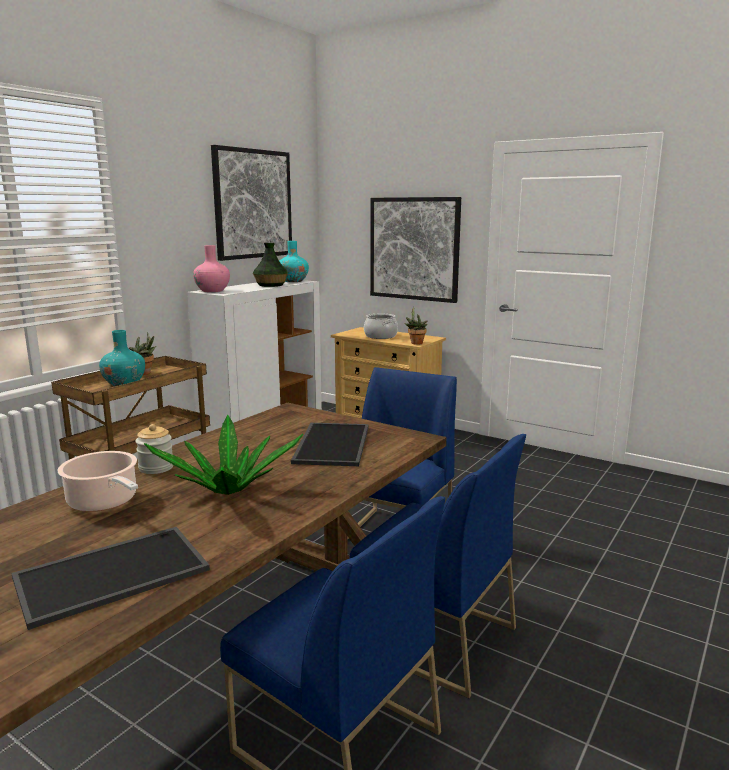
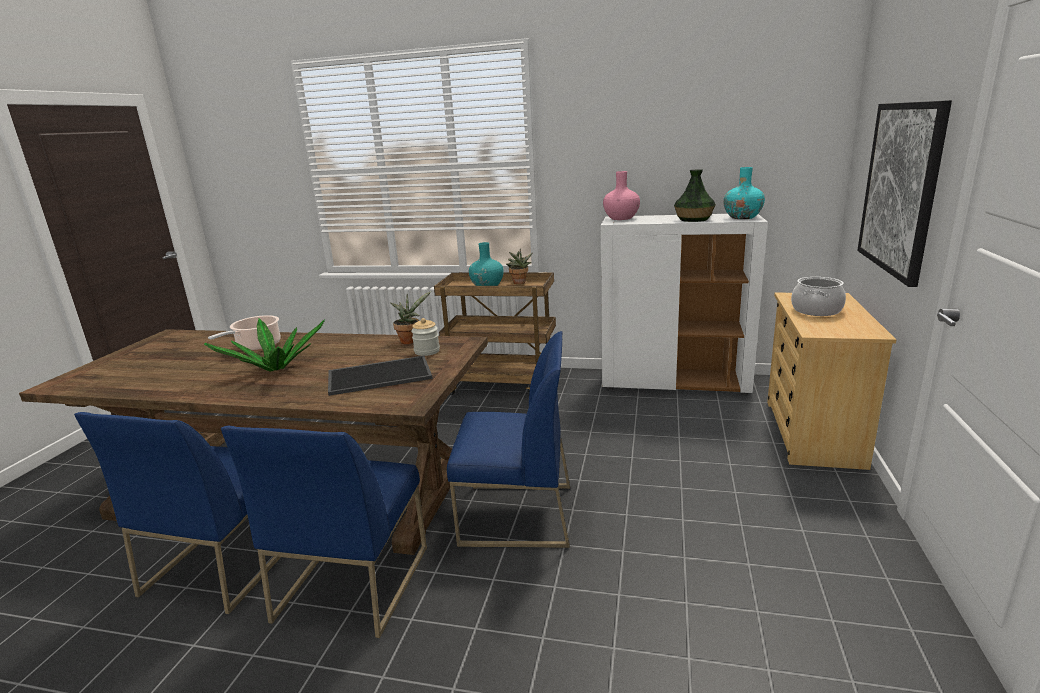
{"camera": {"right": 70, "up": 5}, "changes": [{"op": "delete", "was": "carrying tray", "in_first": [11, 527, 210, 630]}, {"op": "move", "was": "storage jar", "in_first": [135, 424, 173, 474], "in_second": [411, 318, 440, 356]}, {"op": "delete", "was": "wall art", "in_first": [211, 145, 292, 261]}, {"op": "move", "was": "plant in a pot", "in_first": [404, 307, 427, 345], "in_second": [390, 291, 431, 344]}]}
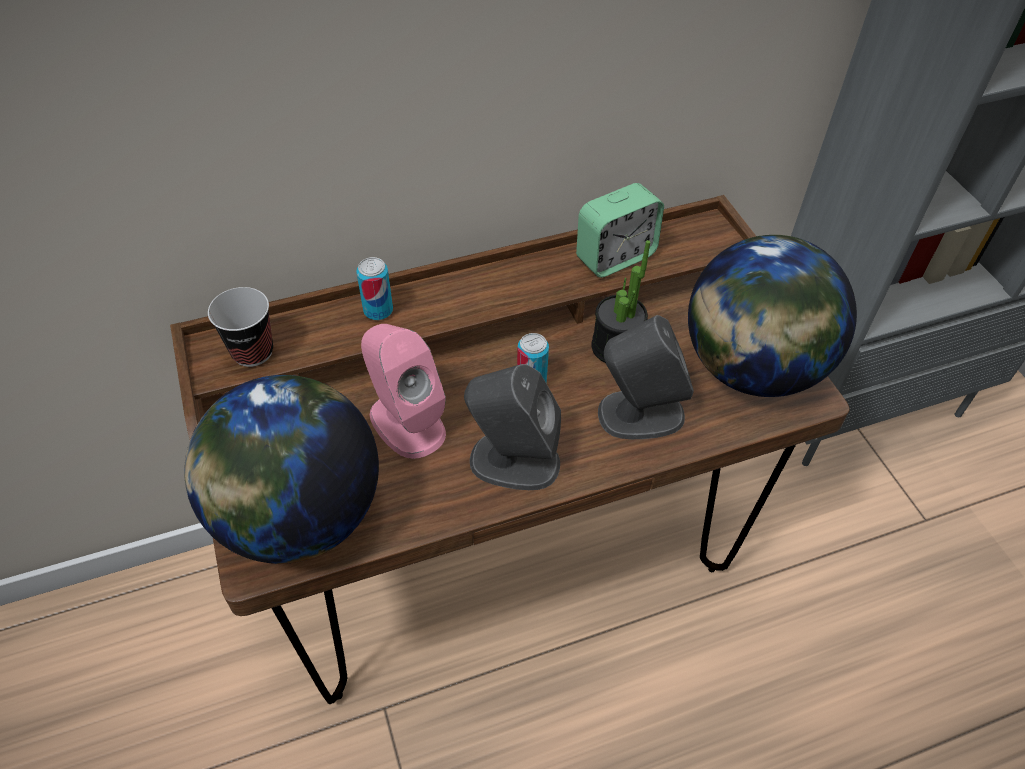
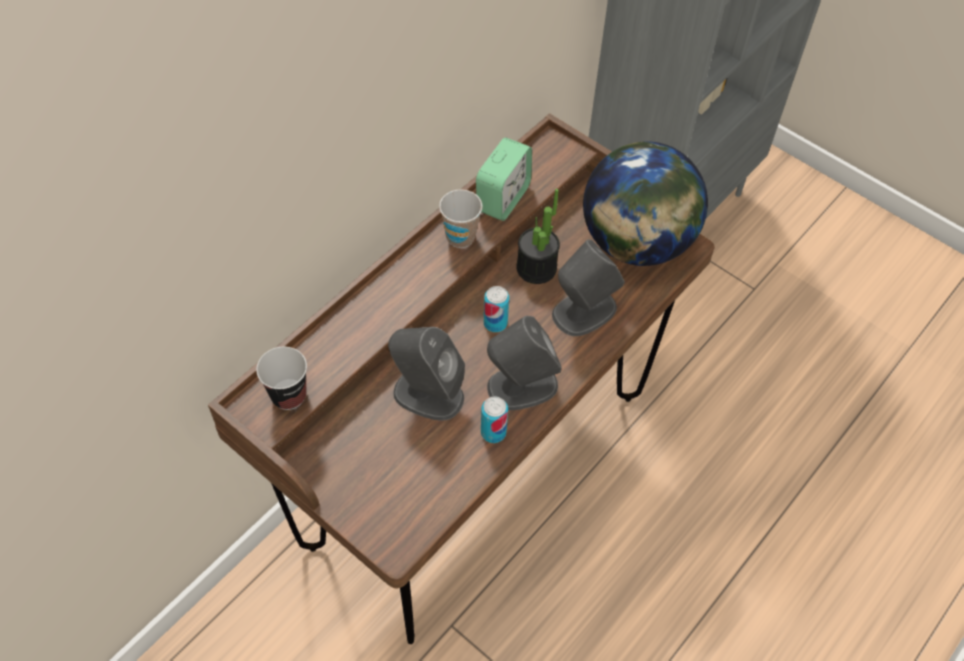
{"camera": {"right": -30, "up": 5}, "changes": [{"op": "delete", "was": "desk globe", "in_first": [184, 375, 379, 564]}, {"op": "move", "was": "can", "in_first": [356, 257, 393, 320], "in_second": [481, 396, 508, 443]}, {"op": "recolor", "was": "audio speaker (pinkish)", "now": "audio speaker (gray)", "in_first": [361, 324, 446, 459], "in_second": [388, 327, 465, 421]}, {"op": "insert", "now": "drinking cup", "in_second": [439, 189, 482, 248]}]}
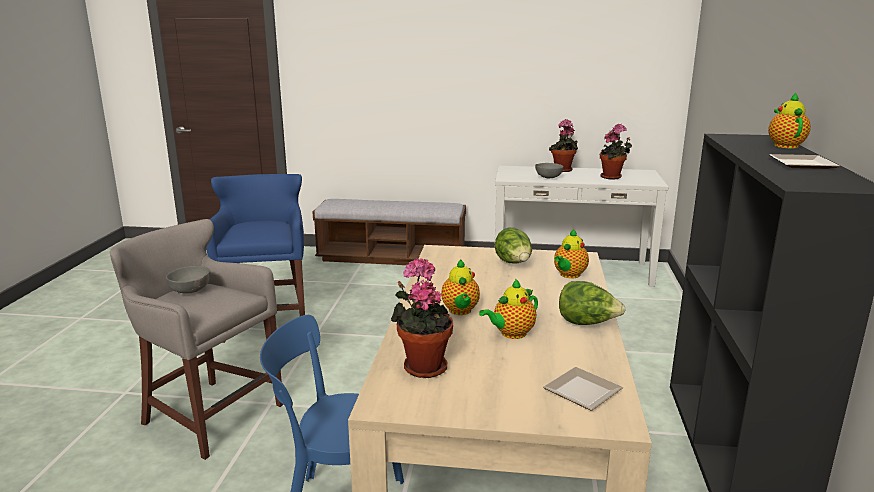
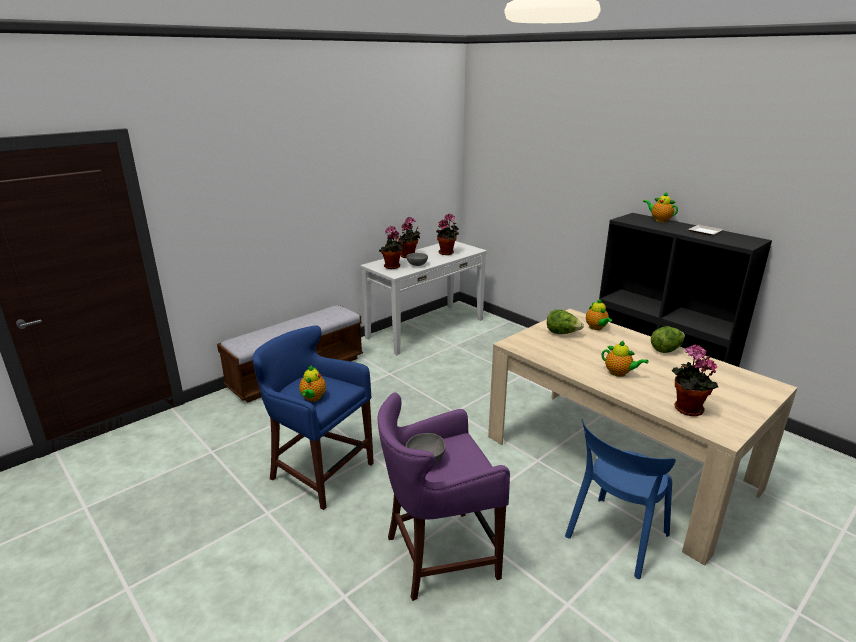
{"camera": {"right": -50, "up": 5}, "changes": [{"op": "recolor", "was": "stool seat (gray)", "now": "stool seat (purplish)", "in_first": [110, 219, 283, 460], "in_second": [378, 392, 510, 601]}, {"op": "move", "was": "pot for tea", "in_first": [479, 279, 538, 339], "in_second": [299, 365, 326, 402]}, {"op": "delete", "was": "plate", "in_first": [543, 367, 623, 411]}, {"op": "insert", "now": "plant in a pot", "in_second": [379, 226, 403, 269]}]}
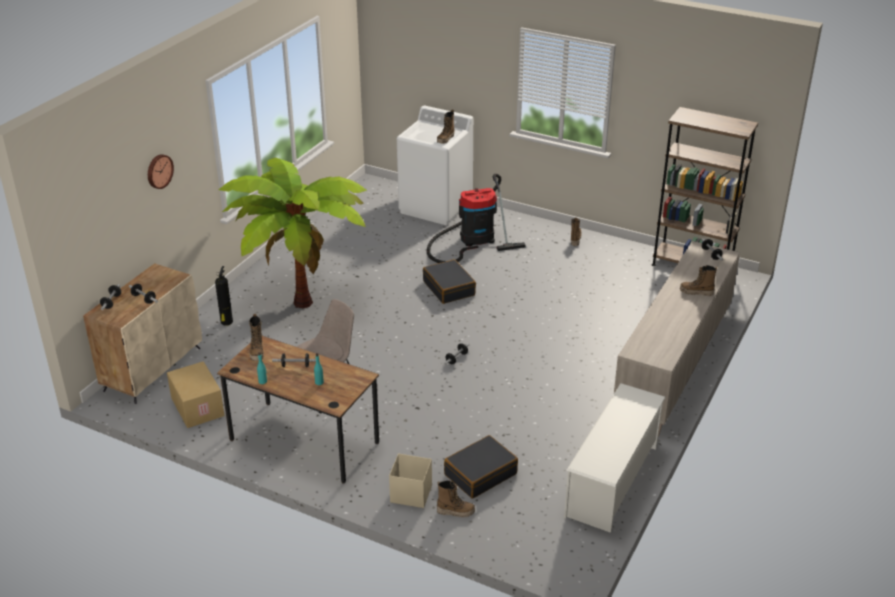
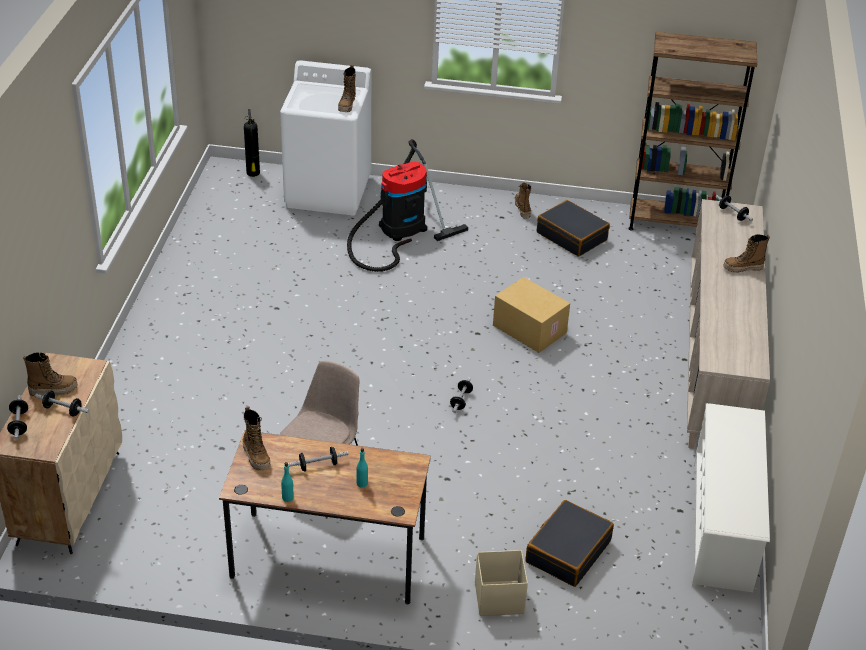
{"camera": {"right": -20, "up": 5}, "changes": [{"op": "delete", "was": "hanging clock", "in_first": [148, 154, 174, 189]}, {"op": "move", "was": "cardboard box", "in_first": [167, 361, 225, 428], "in_second": [493, 277, 570, 353]}, {"op": "move", "was": "fire-fighting cylinder", "in_first": [215, 266, 233, 326], "in_second": [244, 109, 260, 177]}, {"op": "delete", "was": "plant in a pot", "in_first": [219, 157, 367, 308]}, {"op": "move", "was": "suitcase (blackish)", "in_first": [423, 259, 476, 304], "in_second": [537, 200, 610, 257]}, {"op": "move", "was": "boot", "in_first": [437, 481, 475, 517], "in_second": [23, 352, 78, 397]}]}
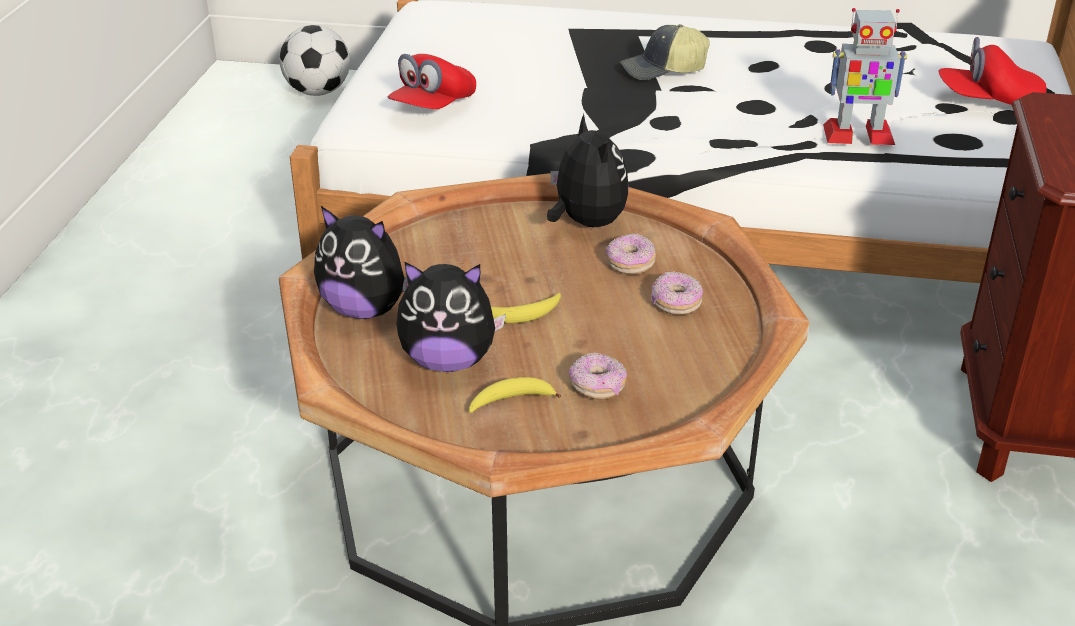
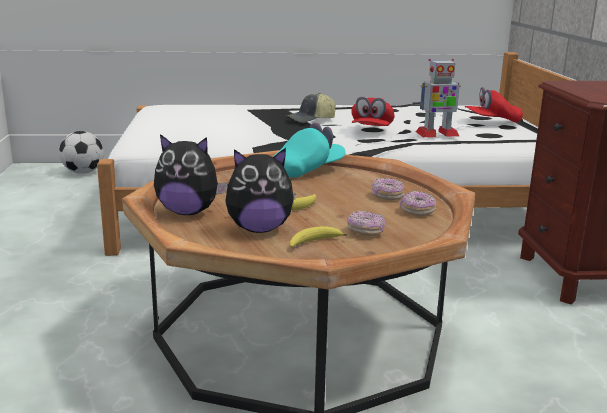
{"camera": {"right": -15, "up": -15}, "changes": [{"op": "move", "was": "cap (red)", "in_first": [388, 54, 476, 109], "in_second": [352, 97, 394, 126]}, {"op": "replace", "was": "plush toy", "now": "cap (turquoise)", "in_first": [547, 114, 629, 227], "in_second": [273, 123, 346, 178]}, {"op": "move", "was": "doughnut", "in_first": [606, 233, 656, 275], "in_second": [400, 191, 436, 216]}]}
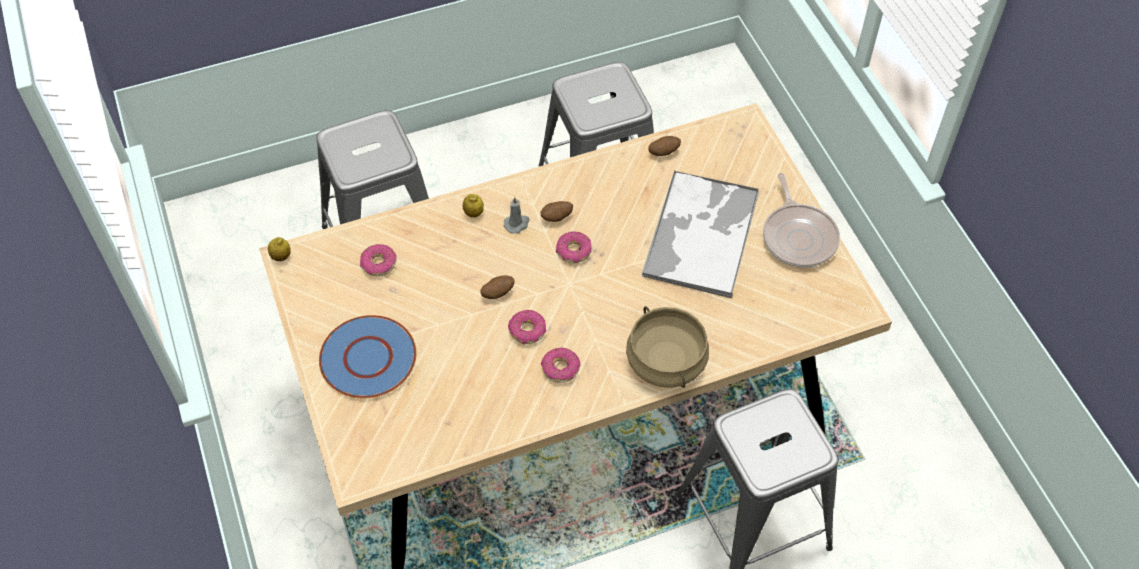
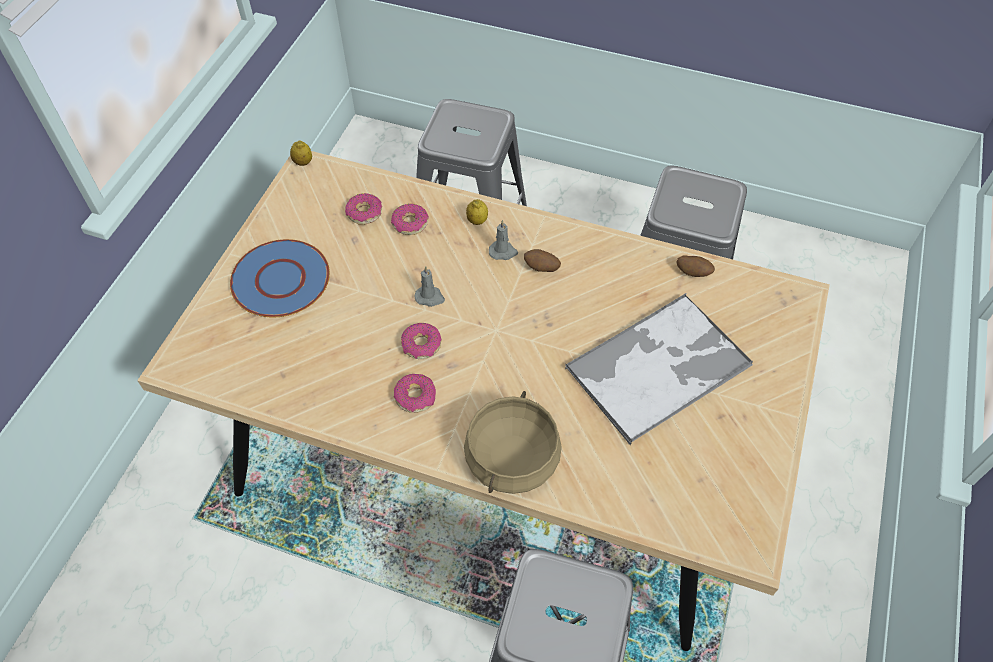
{"camera": {"right": 40, "up": 0}, "changes": [{"op": "replace", "was": "spud", "now": "wax light (gray)", "in_first": [480, 275, 515, 299], "in_second": [414, 266, 445, 307]}, {"op": "move", "was": "doughnut", "in_first": [556, 232, 592, 263], "in_second": [391, 204, 429, 235]}, {"op": "delete", "was": "pan", "in_first": [763, 173, 840, 267]}]}
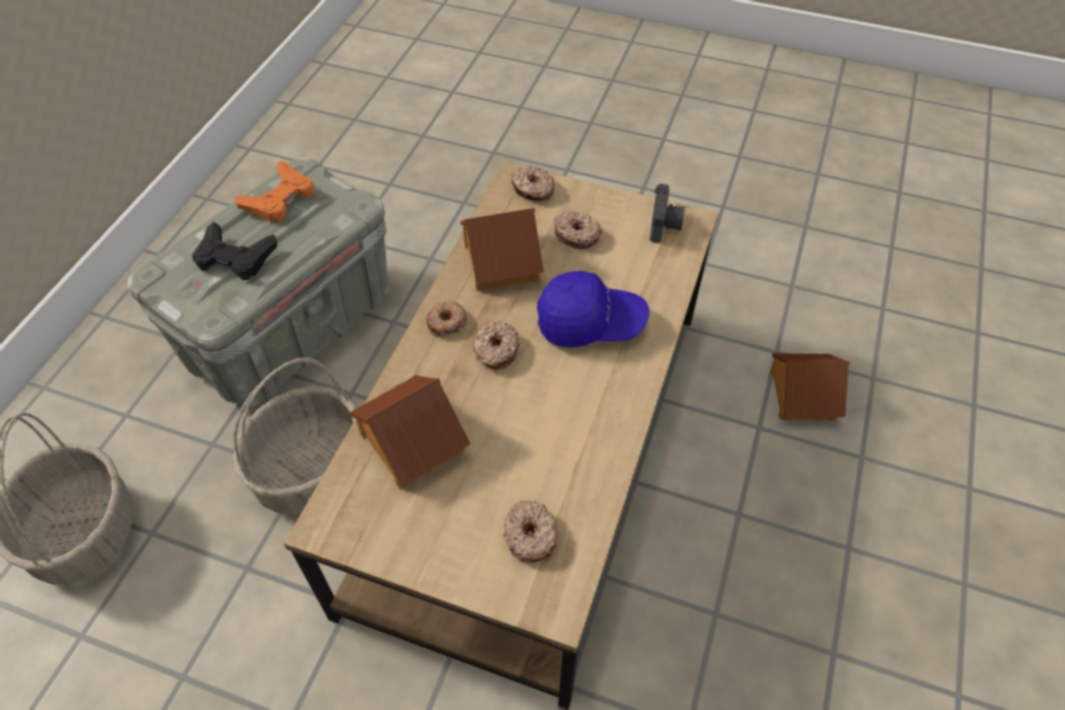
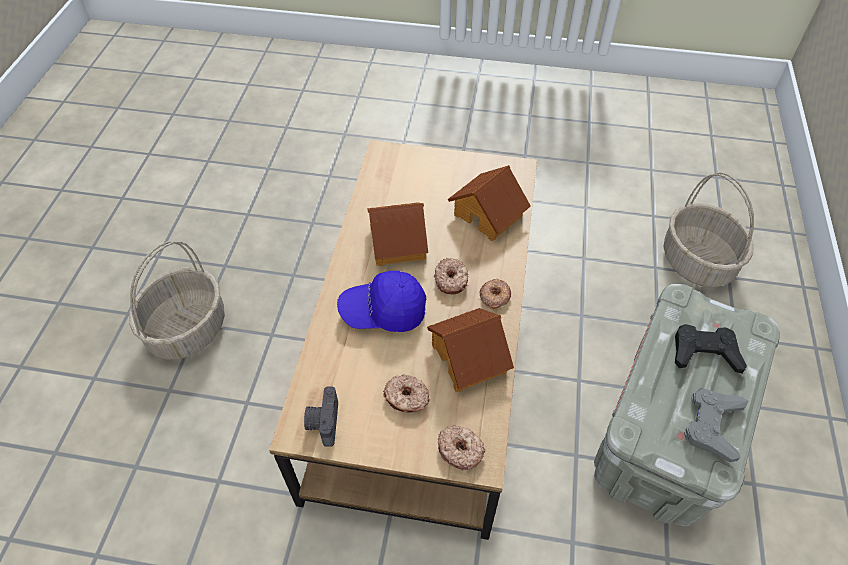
{"camera": {"right": 170, "up": 0}, "changes": [{"op": "move", "was": "storage basket", "in_first": [233, 357, 357, 514], "in_second": [129, 241, 225, 360]}, {"op": "recolor", "was": "game controller (orangey)", "now": "game controller (gray)", "in_first": [234, 161, 313, 222], "in_second": [684, 388, 749, 462]}, {"op": "delete", "was": "doughnut", "in_first": [503, 500, 557, 562]}, {"op": "move", "was": "model house", "in_first": [770, 353, 850, 421], "in_second": [367, 202, 428, 266]}]}
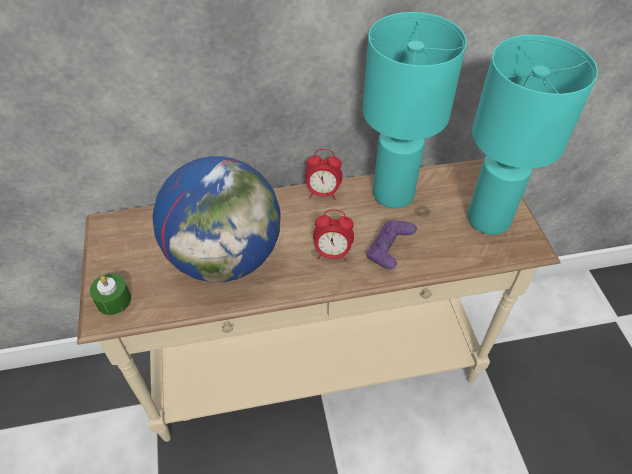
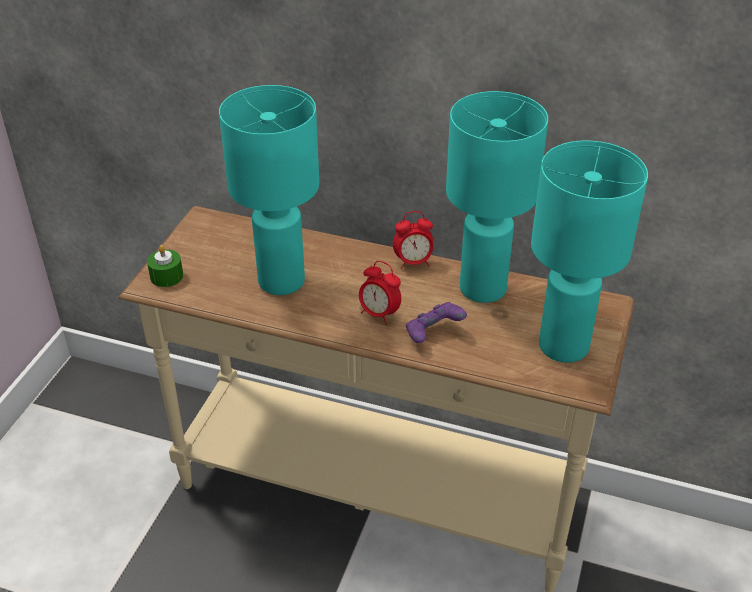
{"camera": {"right": 30, "up": -10}, "changes": [{"op": "replace", "was": "desk globe", "now": "table lamp (turquoise)", "in_first": [153, 156, 281, 282], "in_second": [219, 85, 319, 295]}, {"op": "rotate", "was": "table clock", "in_first": [305, 149, 343, 200], "in_second": [393, 211, 433, 269], "clockwise": -45}]}
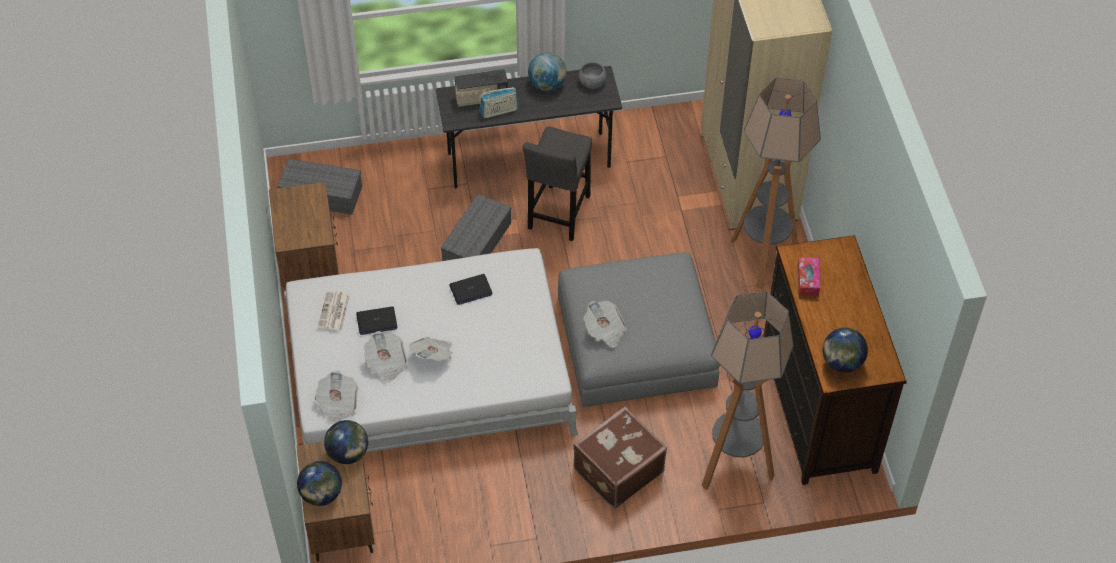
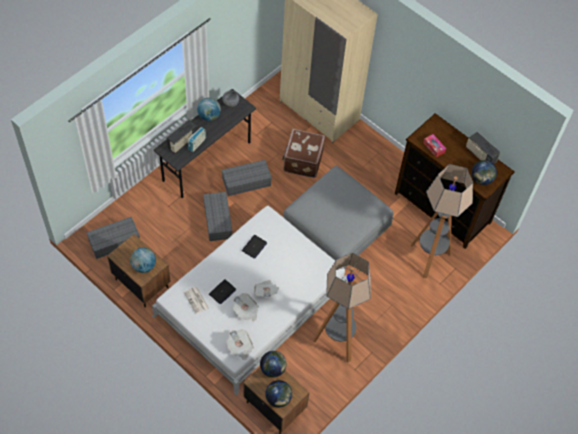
{"camera": {"right": -40, "up": 5}, "changes": [{"op": "replace", "was": "stool seat (gray)", "now": "storage box (gray)", "in_first": [523, 126, 592, 241], "in_second": [222, 160, 272, 196]}, {"op": "move", "was": "suitcase (brownish)", "in_first": [573, 407, 667, 509], "in_second": [282, 129, 325, 178]}, {"op": "delete", "was": "daily paper", "in_first": [584, 300, 627, 348]}, {"op": "move", "was": "floor lamp", "in_first": [731, 77, 821, 289], "in_second": [314, 253, 371, 363]}, {"op": "insert", "now": "desk globe", "in_second": [130, 248, 156, 273]}, {"op": "insert", "now": "radio set", "in_second": [466, 132, 500, 164]}]}
